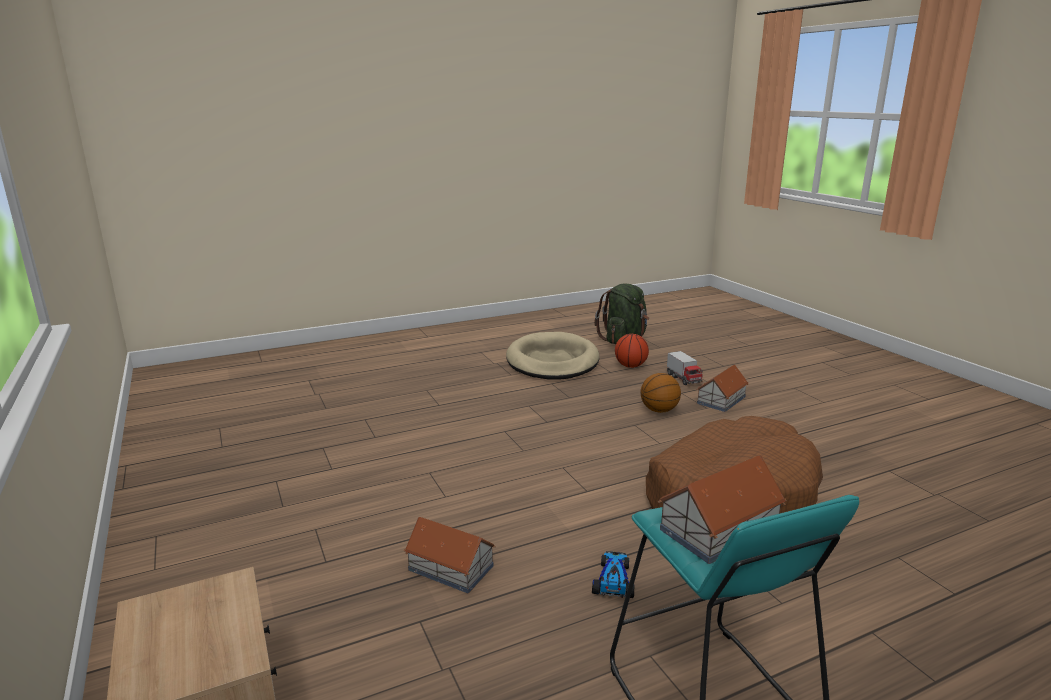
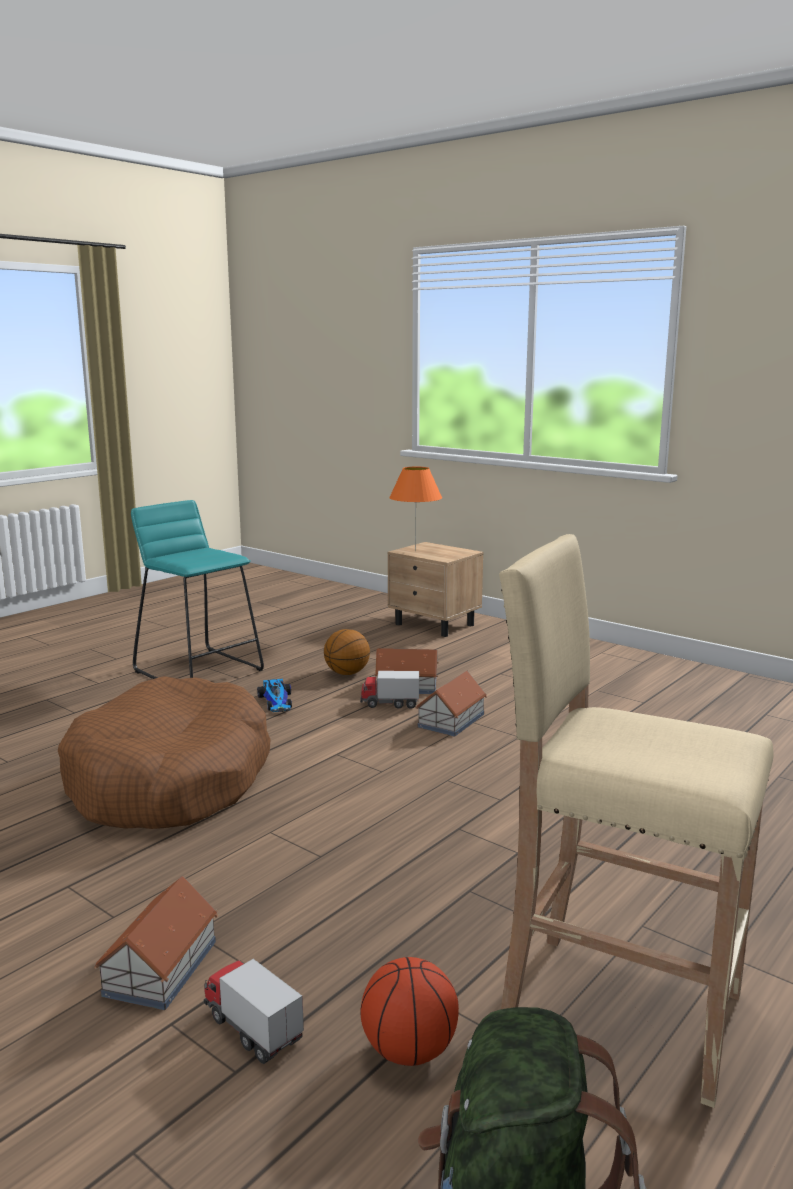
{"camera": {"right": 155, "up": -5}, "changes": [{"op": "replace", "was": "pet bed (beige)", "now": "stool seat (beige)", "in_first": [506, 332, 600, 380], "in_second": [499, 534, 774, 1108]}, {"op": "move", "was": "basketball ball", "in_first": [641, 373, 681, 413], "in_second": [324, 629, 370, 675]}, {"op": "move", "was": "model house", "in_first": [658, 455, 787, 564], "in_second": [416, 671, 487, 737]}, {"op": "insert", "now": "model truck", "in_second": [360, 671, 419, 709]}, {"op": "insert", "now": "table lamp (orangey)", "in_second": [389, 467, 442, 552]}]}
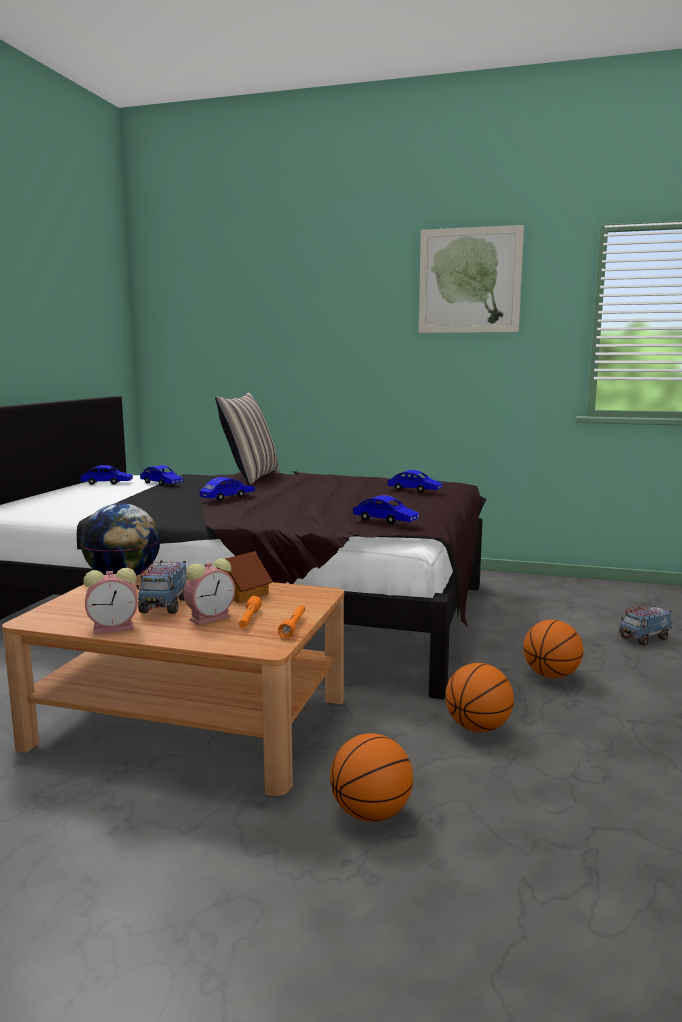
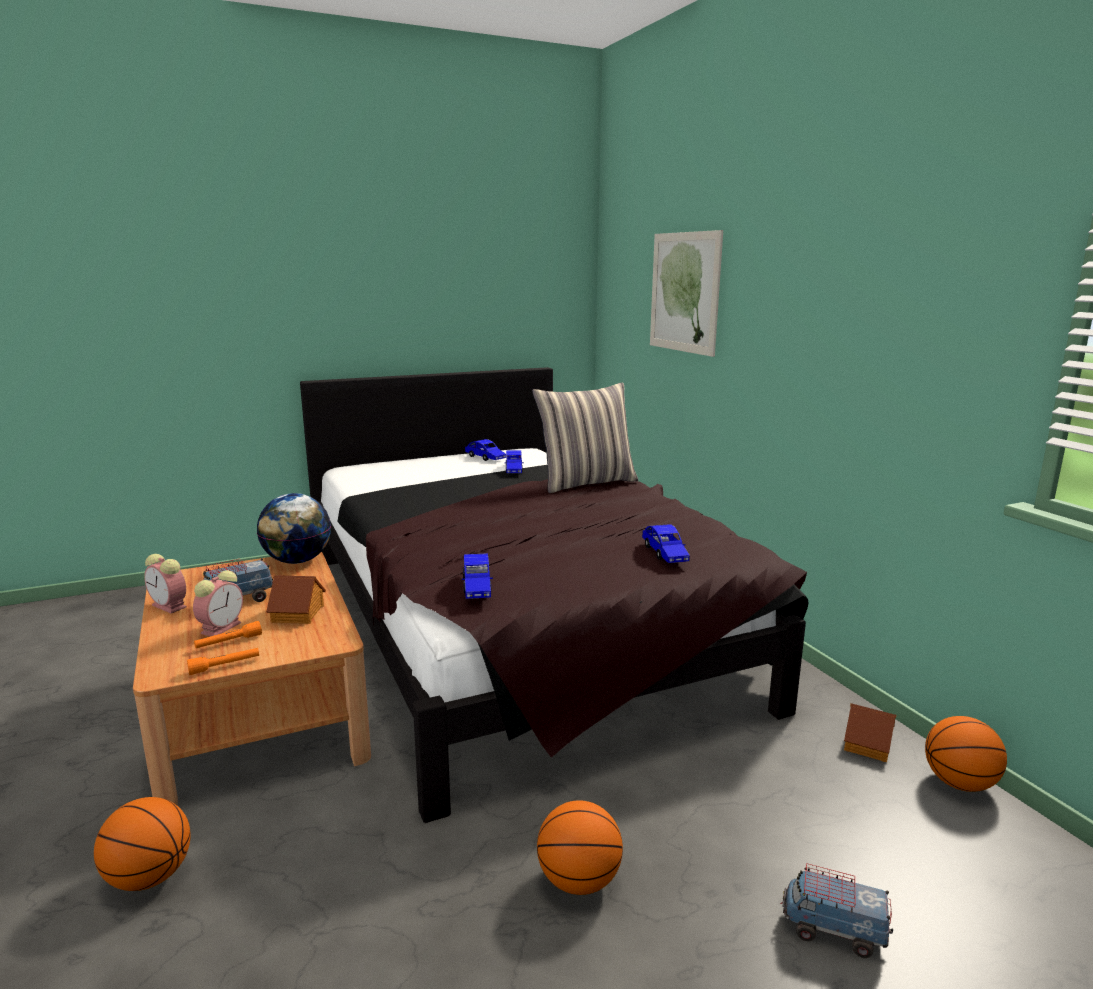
{"camera": {"right": 50, "up": 5}, "changes": [{"op": "rotate", "was": "table clock", "in_first": [184, 558, 235, 625], "in_second": [193, 570, 243, 636], "clockwise": -75}, {"op": "delete", "was": "miniature car (blue)", "in_first": [200, 477, 255, 501]}, {"op": "move", "was": "wall art", "in_first": [419, 225, 524, 333], "in_second": [650, 230, 723, 357]}, {"op": "move", "was": "basketball ball", "in_first": [445, 663, 514, 732], "in_second": [925, 716, 1007, 792]}, {"op": "insert", "now": "model house", "in_second": [844, 703, 896, 762]}]}
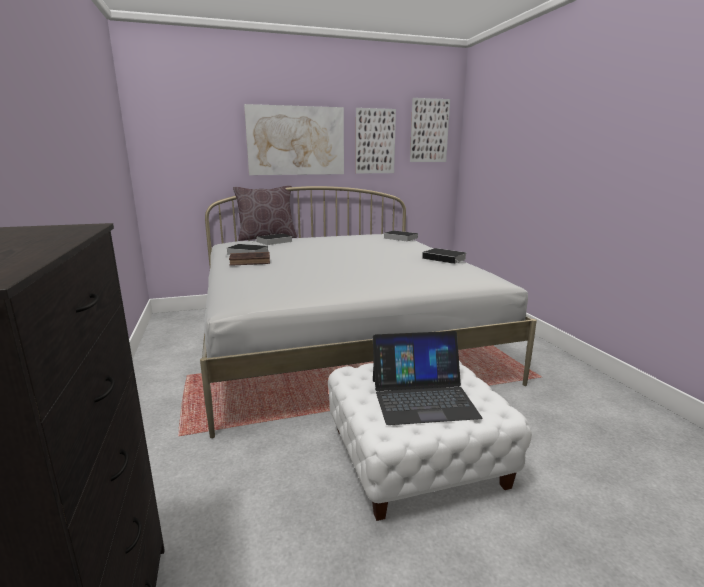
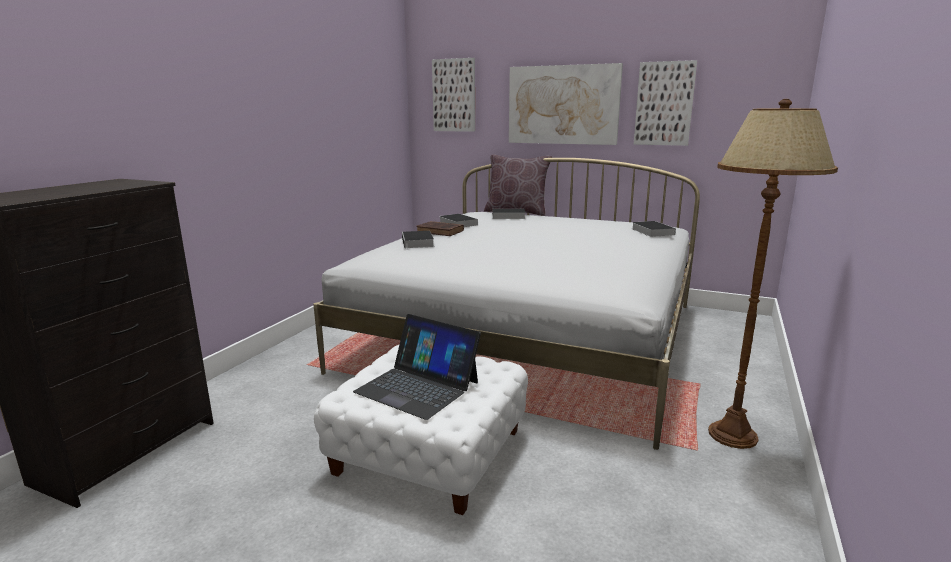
{"camera": {"right": 40, "up": 0}, "changes": [{"op": "move", "was": "wall art", "in_first": [410, 98, 450, 162], "in_second": [432, 58, 475, 132]}, {"op": "move", "was": "book", "in_first": [422, 248, 466, 264], "in_second": [402, 231, 434, 249]}, {"op": "insert", "now": "floor lamp (brownish)", "in_second": [708, 99, 838, 449]}]}
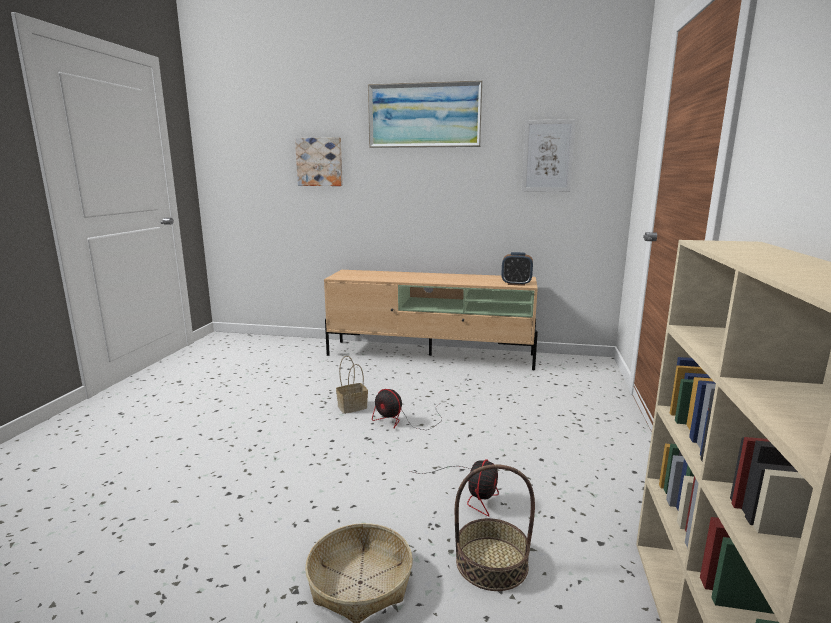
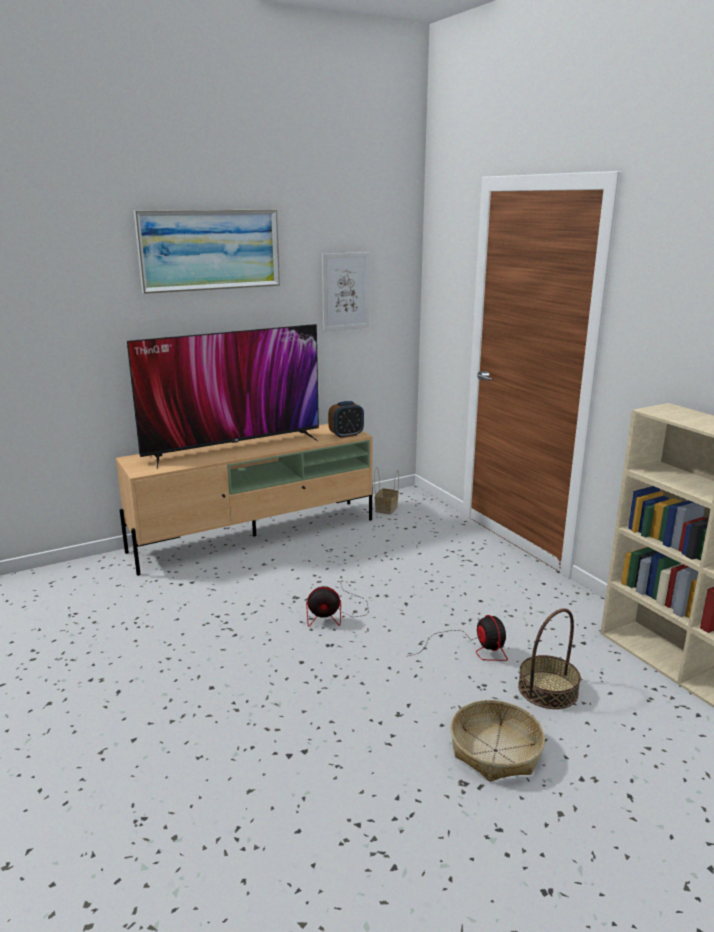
{"camera": {"right": -40, "up": 5}, "changes": [{"op": "delete", "was": "wall art", "in_first": [295, 137, 343, 186]}, {"op": "move", "was": "storage basket", "in_first": [336, 356, 368, 414], "in_second": [374, 467, 399, 515]}, {"op": "insert", "now": "television", "in_second": [127, 324, 319, 469]}]}
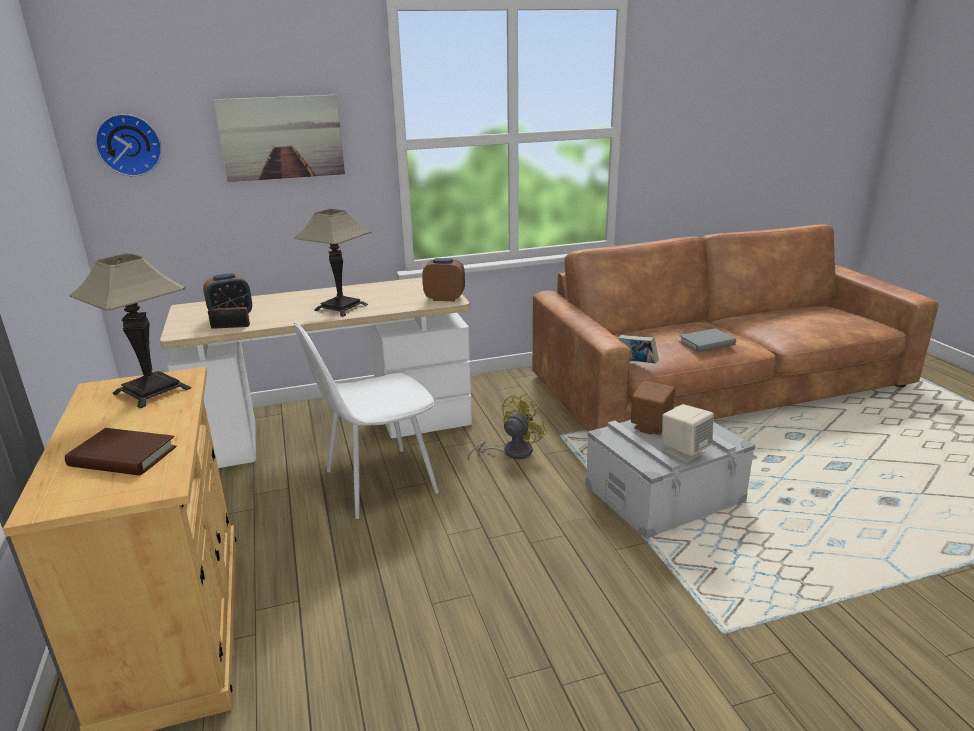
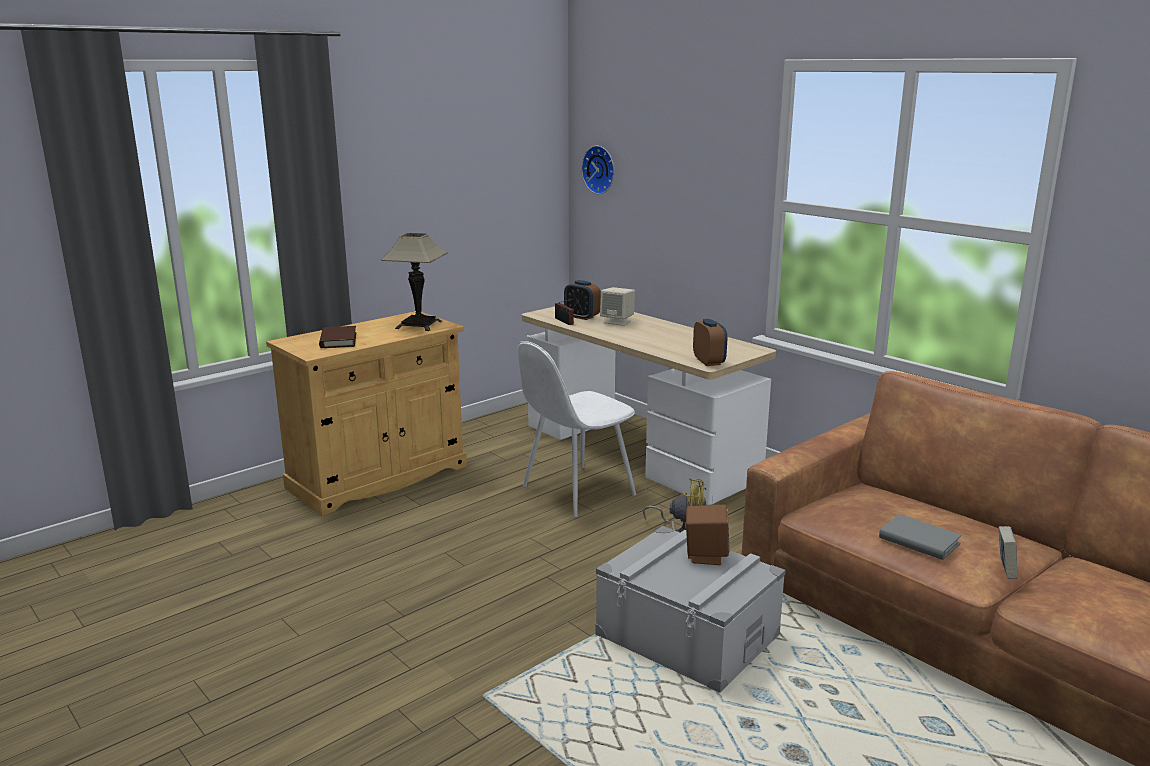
{"camera": {"right": 65, "up": -5}, "changes": [{"op": "delete", "was": "wall art", "in_first": [214, 95, 345, 182]}, {"op": "delete", "was": "table lamp", "in_first": [294, 209, 371, 317]}, {"op": "rotate", "was": "chair (white)", "in_first": [294, 322, 439, 519], "in_second": [518, 341, 636, 517], "clockwise": -75}, {"op": "move", "was": "book", "in_first": [618, 335, 659, 364], "in_second": [999, 526, 1018, 579]}, {"op": "move", "was": "audio speaker (beige)", "in_first": [662, 404, 714, 462], "in_second": [600, 287, 635, 326]}]}
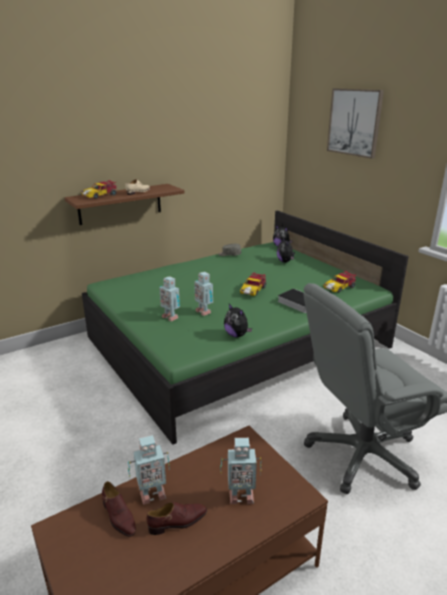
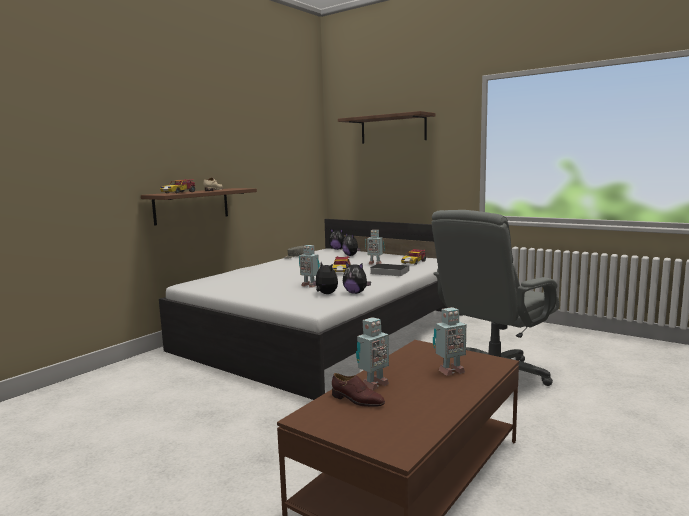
{"camera": {"right": -20, "up": -15}, "changes": [{"op": "recolor", "was": "bedroom bed (green-coloured)", "now": "bedroom bed (white)", "in_first": [82, 210, 409, 445], "in_second": [159, 219, 463, 400]}, {"op": "delete", "was": "item of footwear (brownish)", "in_first": [147, 502, 207, 535]}, {"op": "move", "was": "model robot", "in_first": [159, 276, 180, 322], "in_second": [365, 230, 385, 265]}, {"op": "replace", "was": "wall art", "now": "wall shelf (brownish)", "in_first": [327, 89, 384, 159], "in_second": [338, 111, 435, 144]}, {"op": "insert", "now": "plush toy", "in_second": [312, 262, 338, 294]}]}
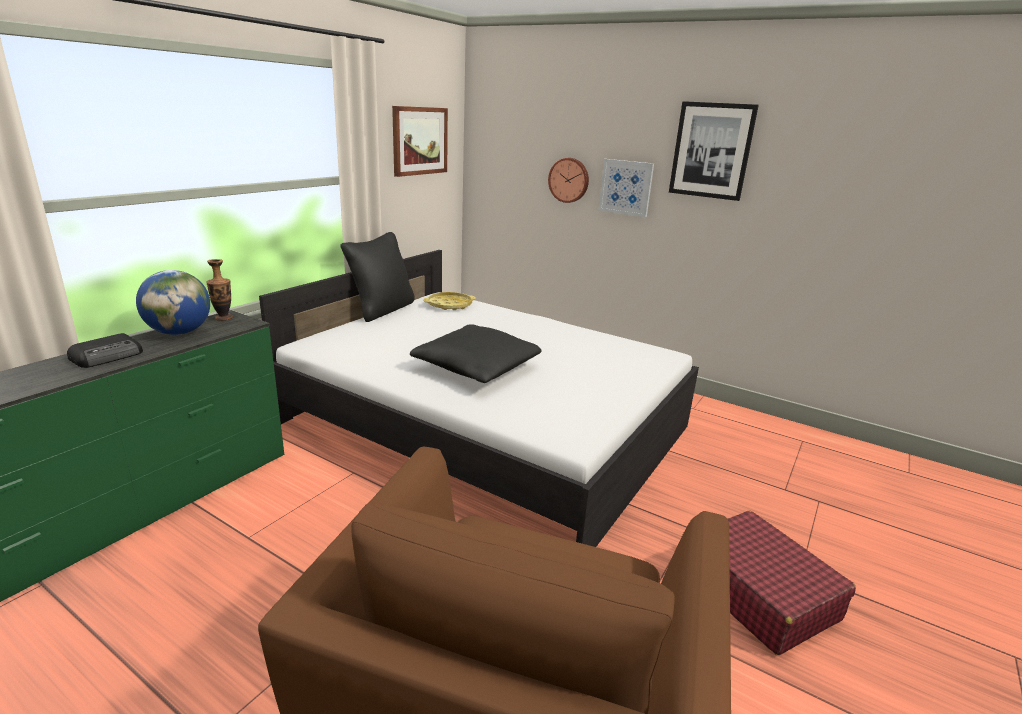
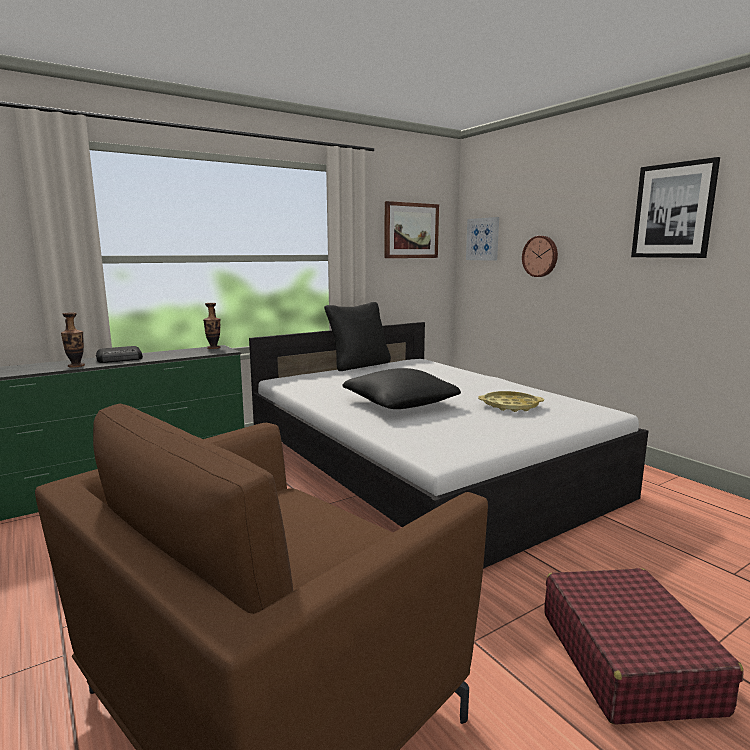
{"camera": {"right": 25, "up": -10}, "changes": [{"op": "delete", "was": "desk globe", "in_first": [136, 270, 210, 335]}, {"op": "move", "was": "carrying tray (yellow-coloured)", "in_first": [423, 292, 476, 310], "in_second": [478, 391, 544, 412]}, {"op": "move", "was": "wall art", "in_first": [599, 159, 654, 217], "in_second": [466, 217, 499, 261]}, {"op": "insert", "now": "decorative vase", "in_second": [61, 313, 85, 368]}]}
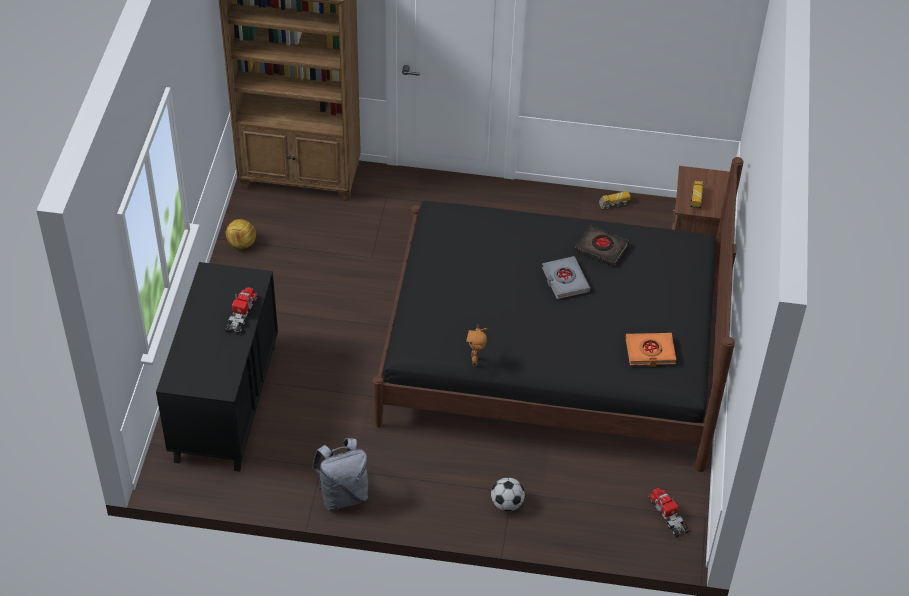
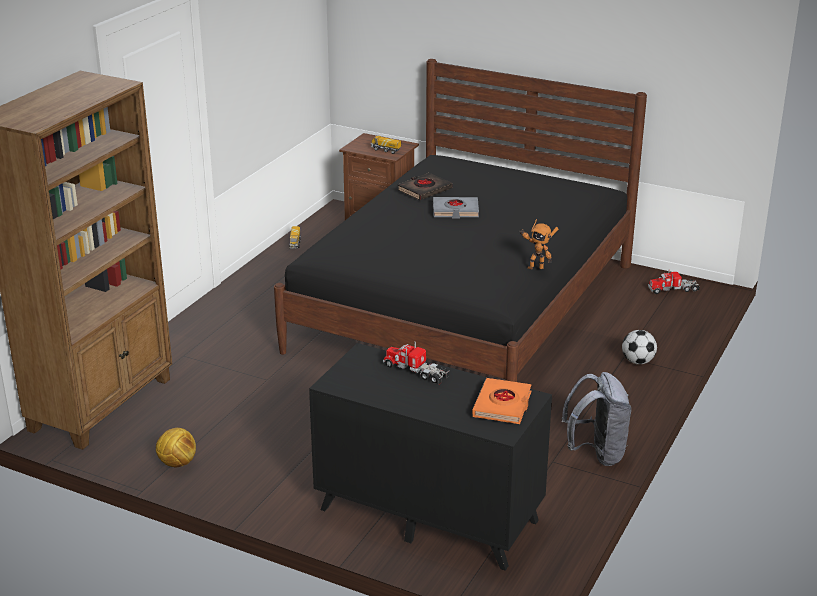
{"camera": {"right": -70, "up": -20}, "changes": [{"op": "move", "was": "book (orangey)", "in_first": [625, 333, 676, 366], "in_second": [472, 378, 532, 424]}]}
